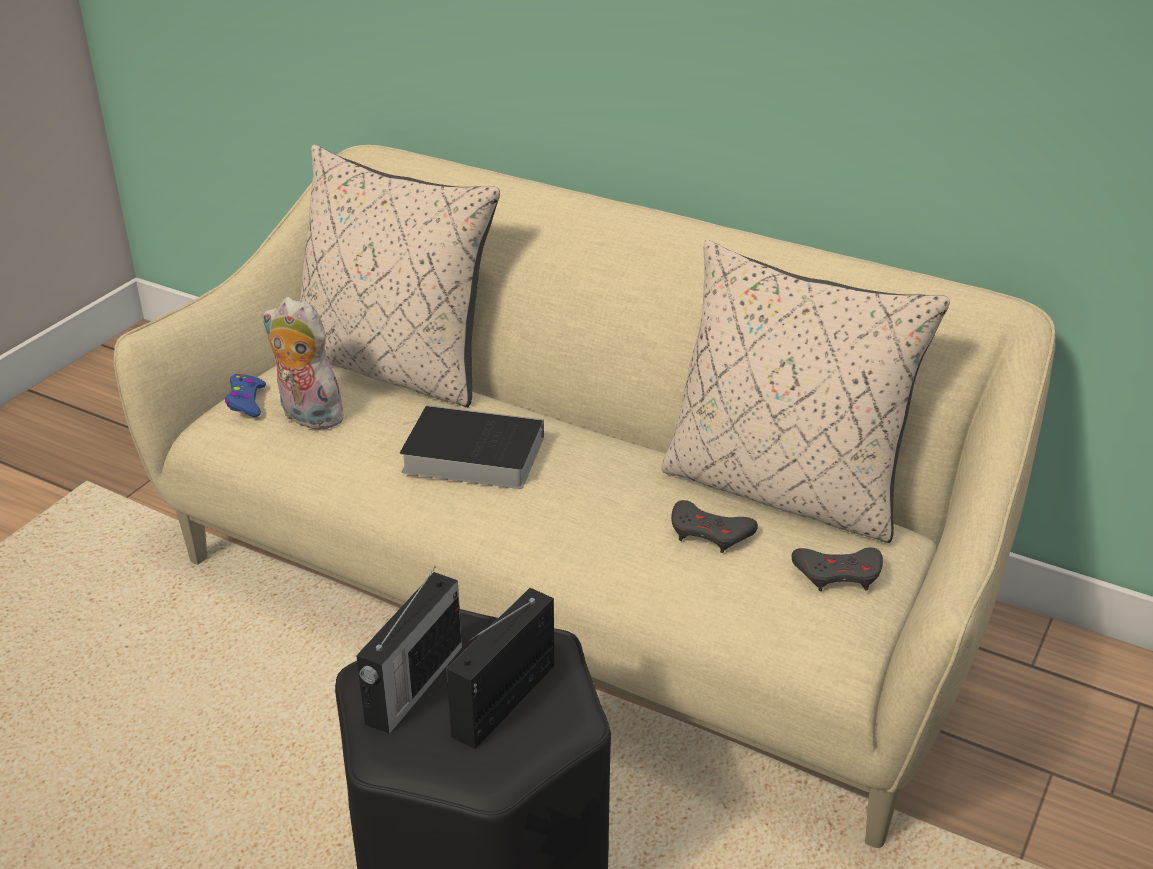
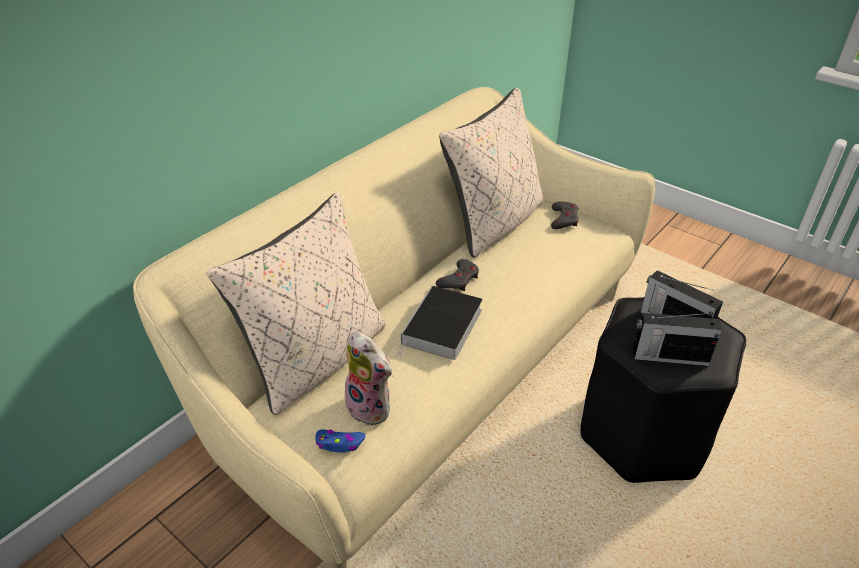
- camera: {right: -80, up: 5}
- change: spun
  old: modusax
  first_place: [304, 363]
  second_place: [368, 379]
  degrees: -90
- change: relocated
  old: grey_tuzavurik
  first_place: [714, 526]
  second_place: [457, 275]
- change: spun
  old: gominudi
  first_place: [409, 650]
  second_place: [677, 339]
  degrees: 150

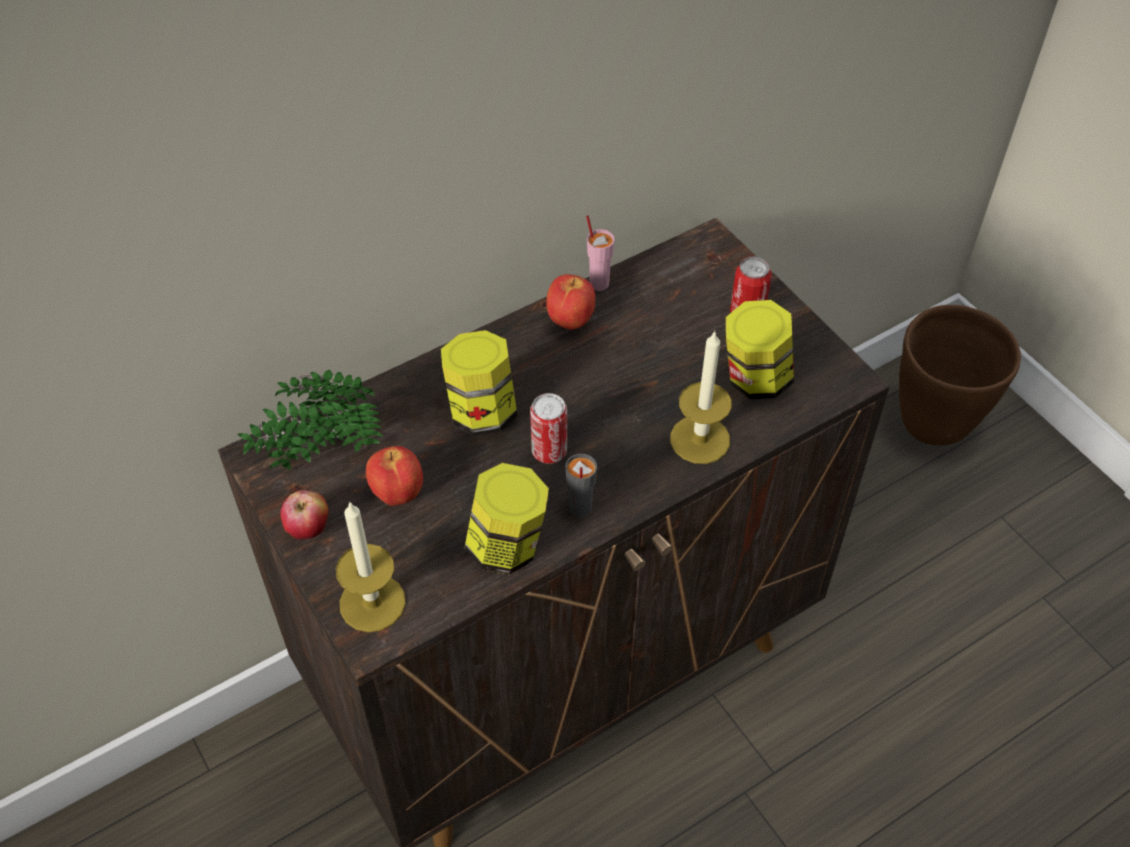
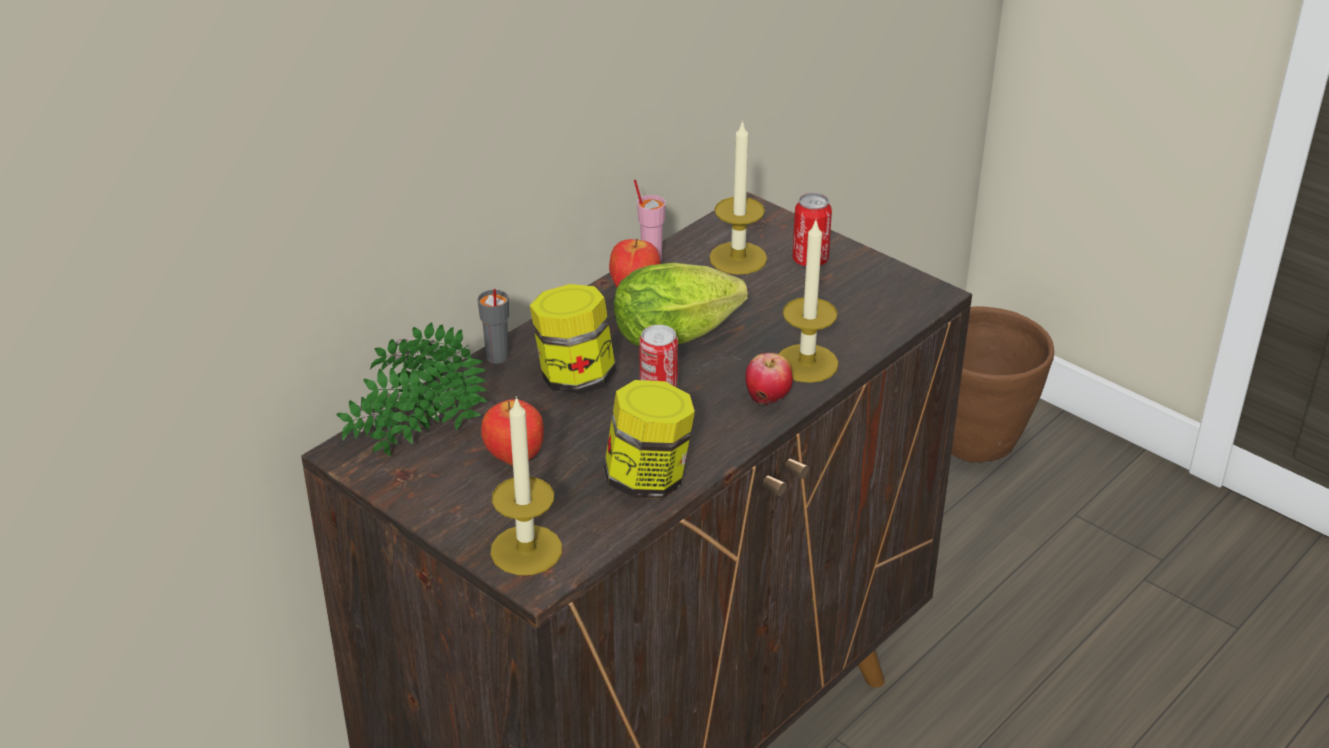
- camera: {right: -15, up: -15}
- change: relocated
  old: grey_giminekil
  first_place: [581, 485]
  second_place: [493, 326]
- change: appeared
  new: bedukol
  second_place: [681, 304]
- change: appeared
  new: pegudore
  second_place: [738, 197]
- change: relocated
  old: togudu
  first_place: [304, 515]
  second_place: [769, 379]
- change: missing
  old: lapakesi
  first_place: [760, 349]

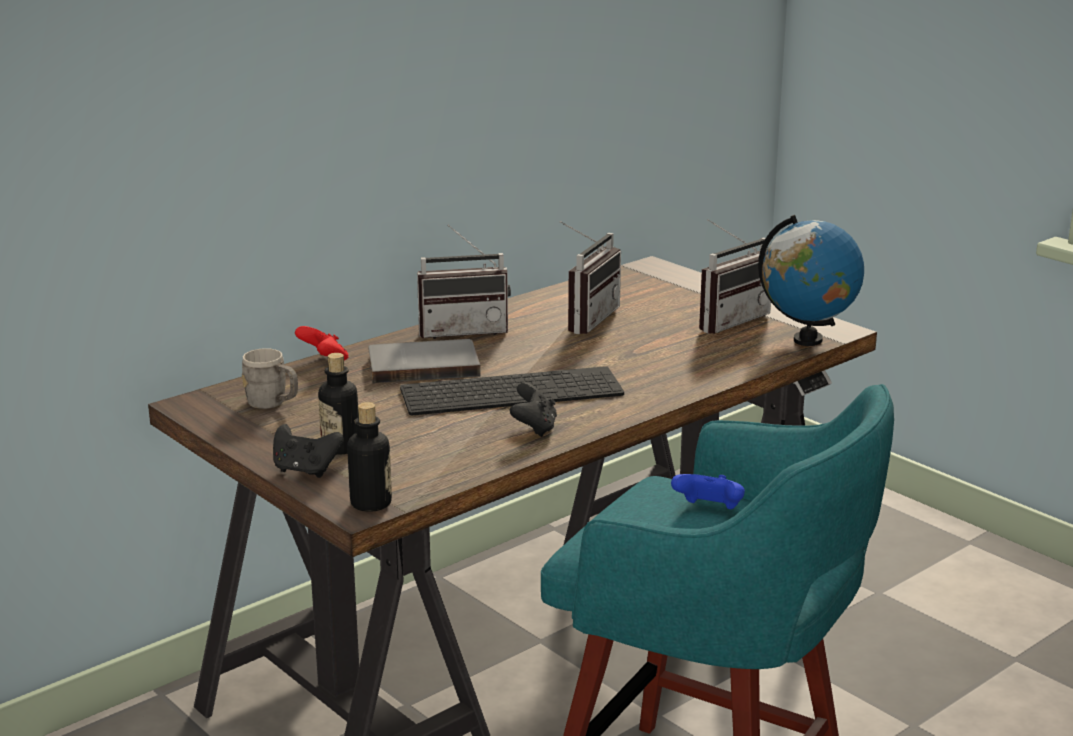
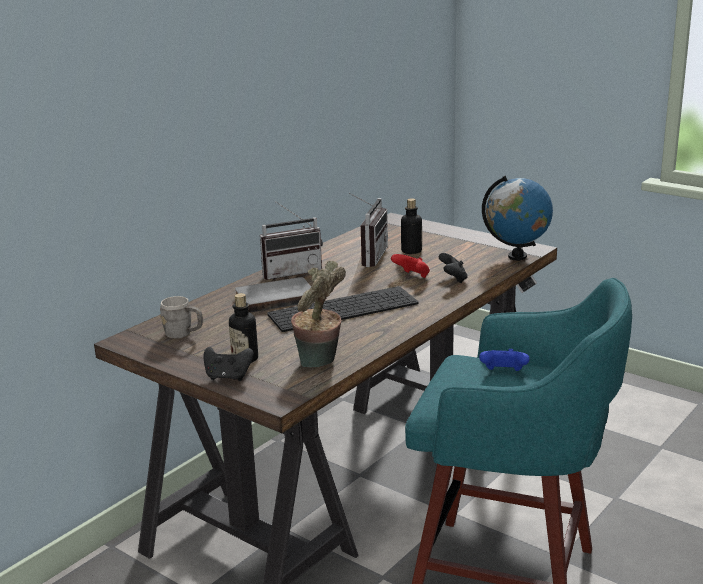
- camera: {right: -10, up: 0}
- change: appeared
  new: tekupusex
  second_place: [318, 314]
- change: relocated
  old: red_tuzavurik
  first_place: [322, 343]
  second_place: [410, 266]
- change: relocated
  old: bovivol
  first_place: [369, 457]
  second_place: [411, 226]
- change: relocated
  old: black_tuzavurik
  first_place: [533, 410]
  second_place: [453, 268]
- change: missing
  old: gominudi
  first_place: [735, 277]

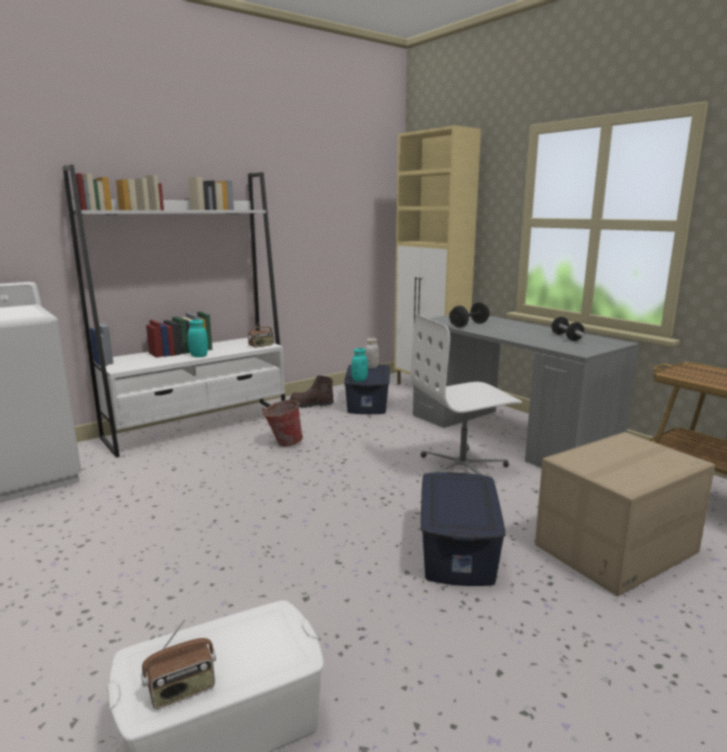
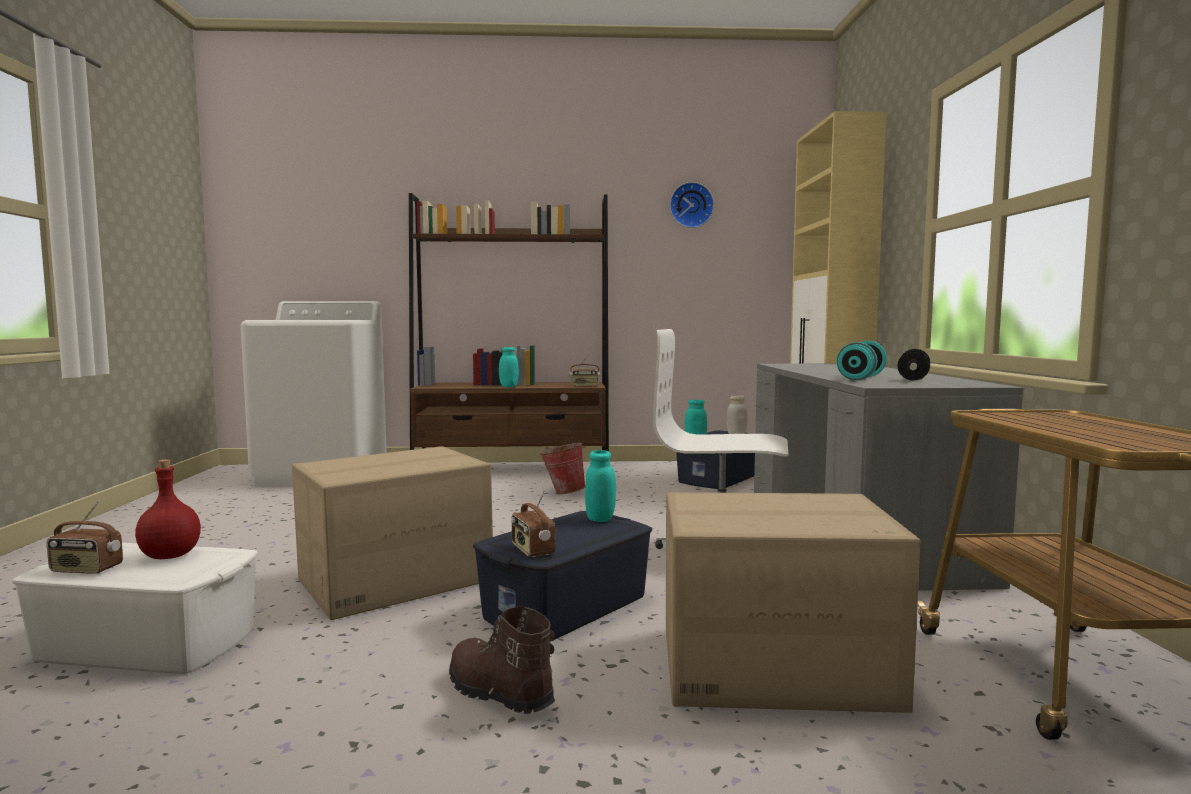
- camera: {right: 35, up: -10}
- change: appeared
  new: red_bovivol
  second_place: [168, 509]
- change: appeared
  new: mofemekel
  second_place: [392, 533]
- change: colour
  old: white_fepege
  new: brown_fepege
  first_place: [173, 311]
  second_place: [509, 322]
- change: relocated
  old: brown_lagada
  first_place: [311, 391]
  second_place: [502, 660]
- change: appeared
  new: gominudi
  second_place: [533, 523]
- change: appeared
  new: turquoise_lapakesi
  second_place: [600, 486]
- change: appeared
  new: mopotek
  second_place: [692, 205]
- change: appeared
  new: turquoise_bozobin
  second_place: [861, 361]
- change: missing
  old: black_bozobin
  first_place: [469, 315]

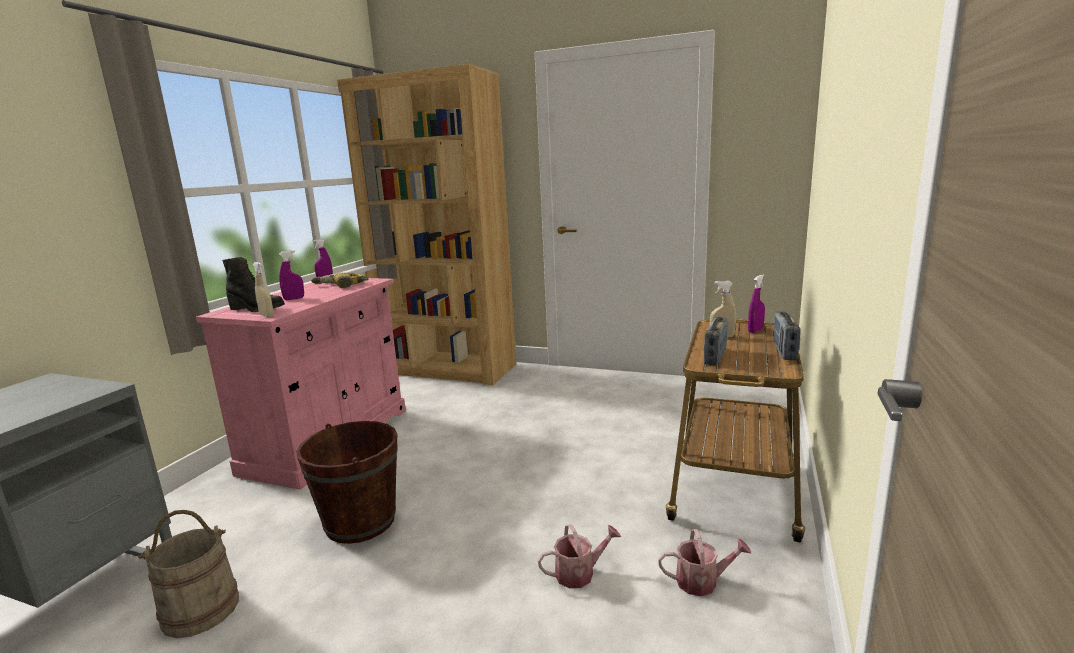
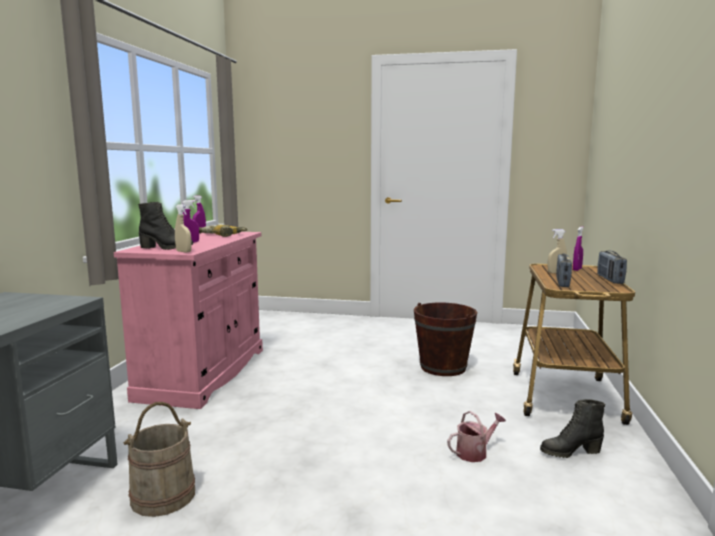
- camera: {right: -10, up: -5}
- change: relocated
  old: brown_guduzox
  first_place: [347, 482]
  second_place: [445, 339]
- change: exchanged
  old: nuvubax
  new: black_lagada
  first_place: [704, 562]
  second_place: [572, 428]
- change: missing
  old: brown_fepege
  first_place: [426, 224]

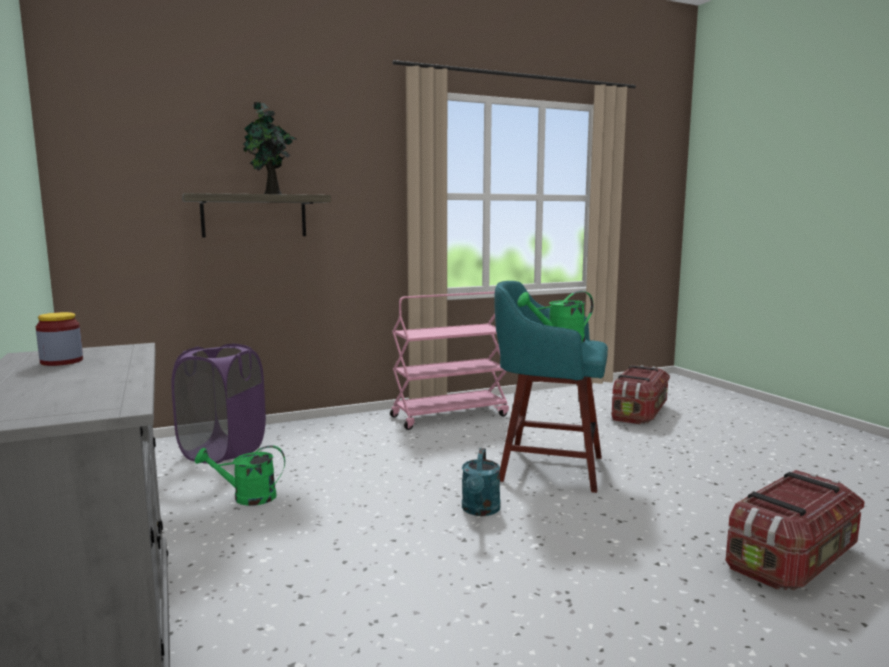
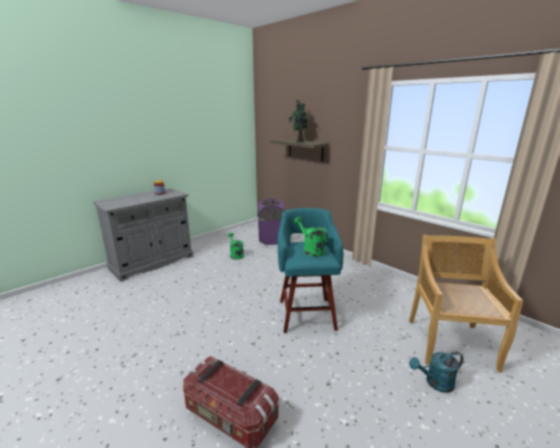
- camera: {right: 70, up: 10}
- change: exchanged
  old: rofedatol
  new: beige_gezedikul
  first_place: [641, 394]
  second_place: [466, 304]
- change: relocated
  old: turquoise_nuvubax
  first_place: [481, 482]
  second_place: [436, 372]
- change: missing
  old: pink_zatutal
  first_place: [449, 361]

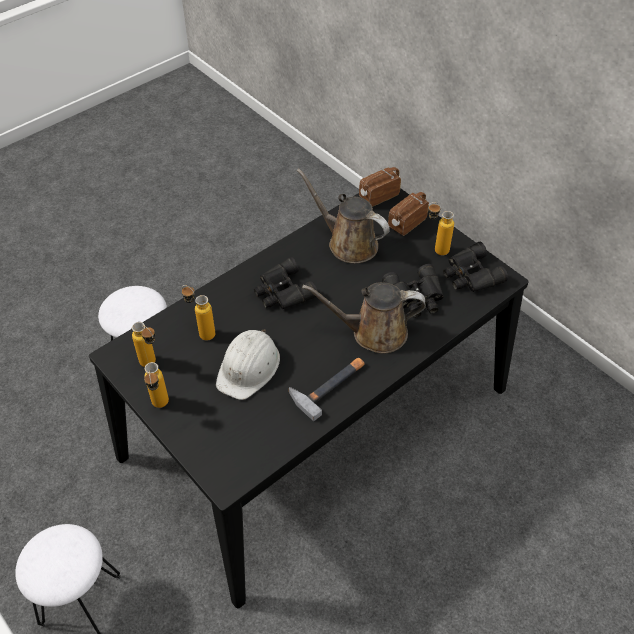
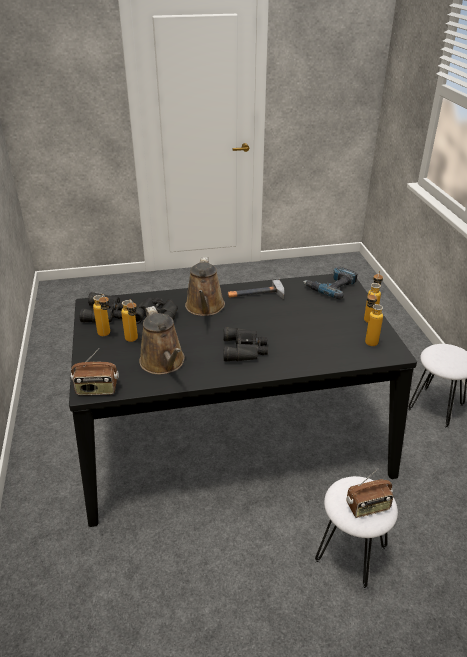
- camera: {right: -150, up: -15}
- change: relocated
  old: bovivol
  first_place: [198, 313]
  second_place: [129, 320]
- change: spun
  old: brown_nuvubax
  first_place: [364, 318]
  second_place: [205, 286]
  degrees: 60
- change: appeared
  new: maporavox
  second_place: [330, 283]
- change: relocated
  old: gominudi
  first_place: [408, 214]
  second_place: [370, 493]
- change: missing
  old: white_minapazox
  first_place: [248, 364]

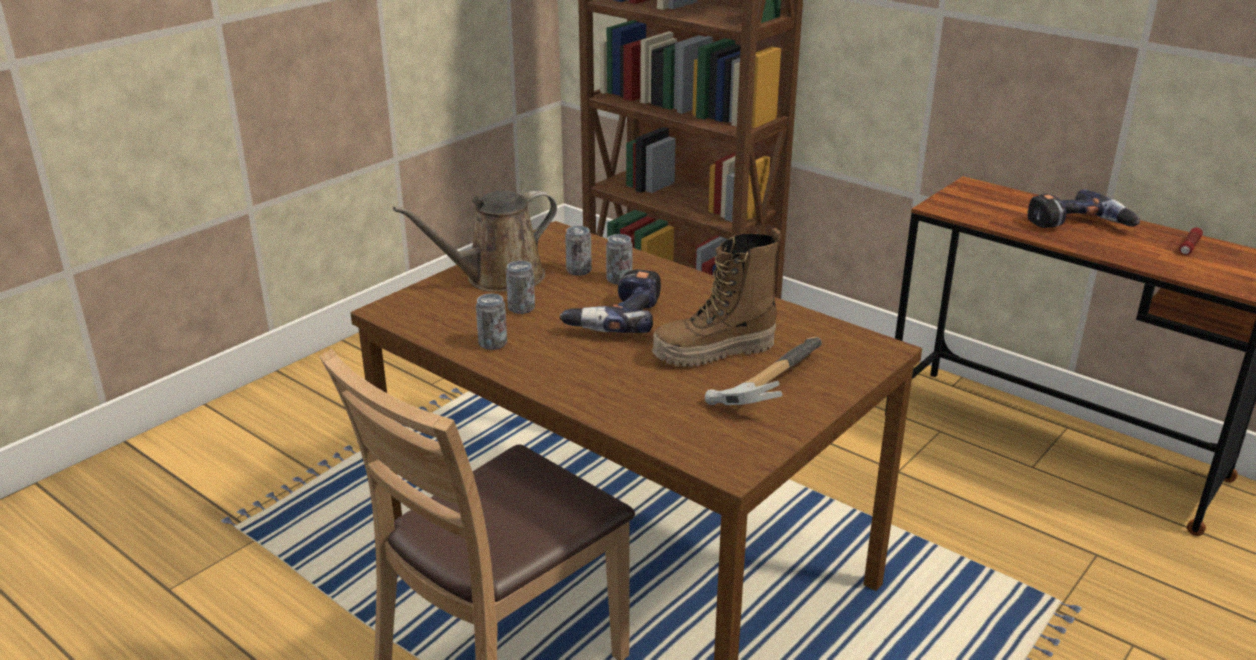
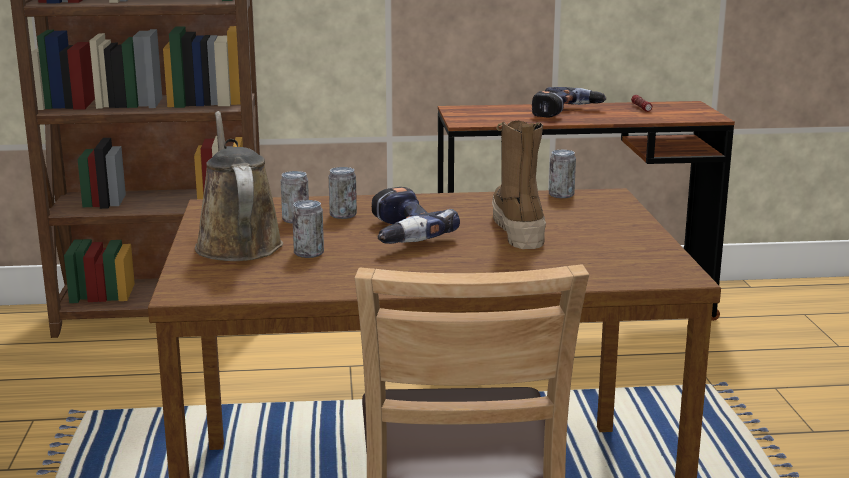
- camera: {right: -45, up: -10}
- change: spun
  old: brown_nuvubax
  first_place: [475, 241]
  second_place: [239, 186]
  degrees: 150
- change: spun
  old: lagada
  first_place: [717, 297]
  second_place: [519, 185]
  degrees: 150
- change: relocated
  old: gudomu
  first_place: [491, 322]
  second_place: [562, 174]
- change: missing
  old: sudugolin
  first_place: [763, 371]

